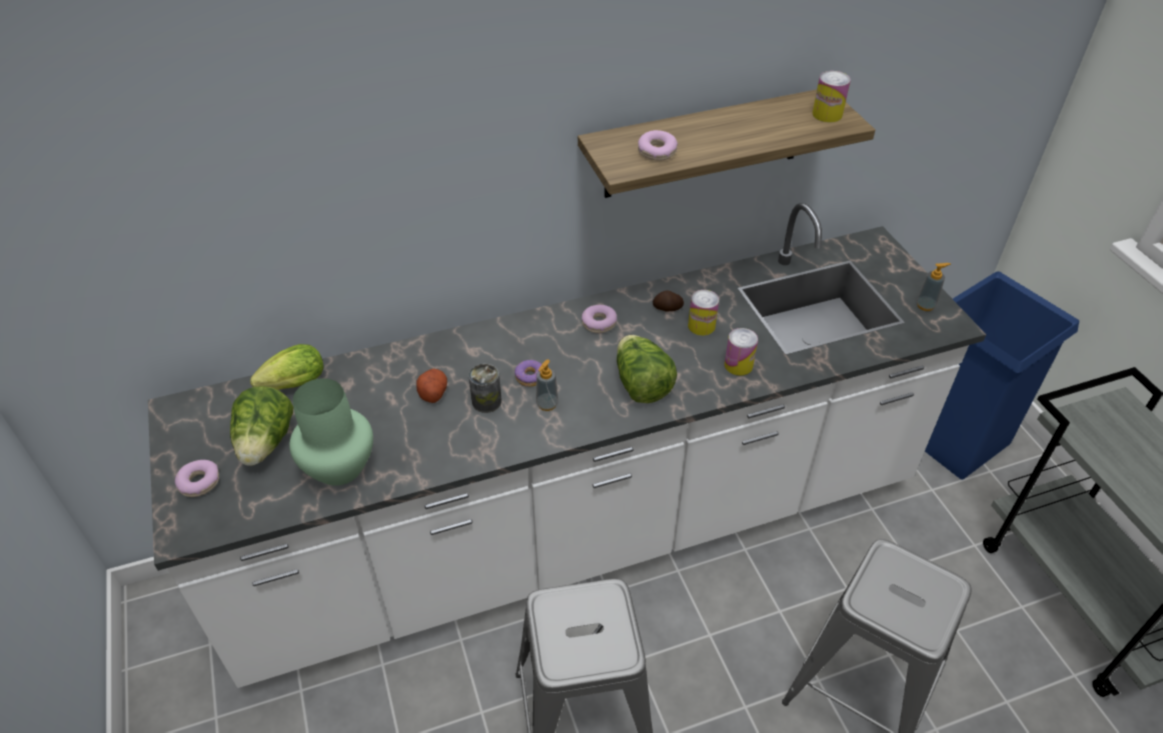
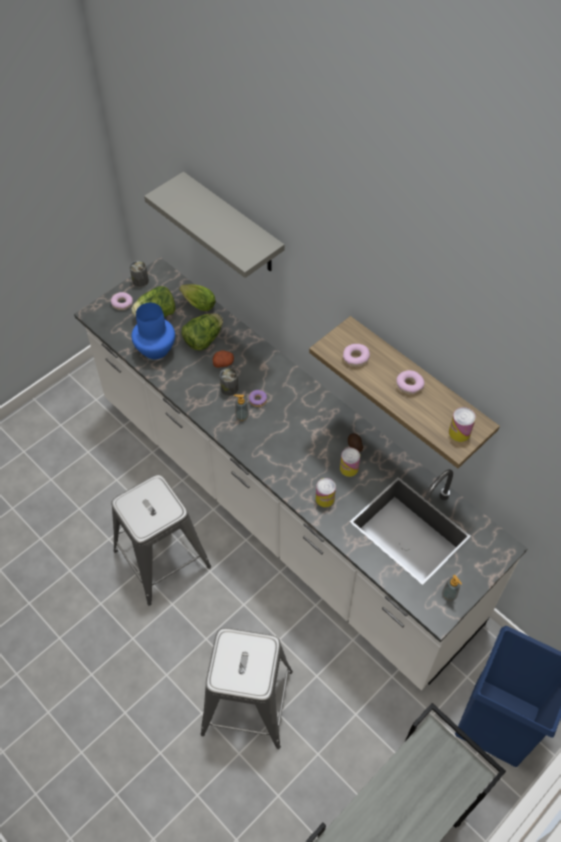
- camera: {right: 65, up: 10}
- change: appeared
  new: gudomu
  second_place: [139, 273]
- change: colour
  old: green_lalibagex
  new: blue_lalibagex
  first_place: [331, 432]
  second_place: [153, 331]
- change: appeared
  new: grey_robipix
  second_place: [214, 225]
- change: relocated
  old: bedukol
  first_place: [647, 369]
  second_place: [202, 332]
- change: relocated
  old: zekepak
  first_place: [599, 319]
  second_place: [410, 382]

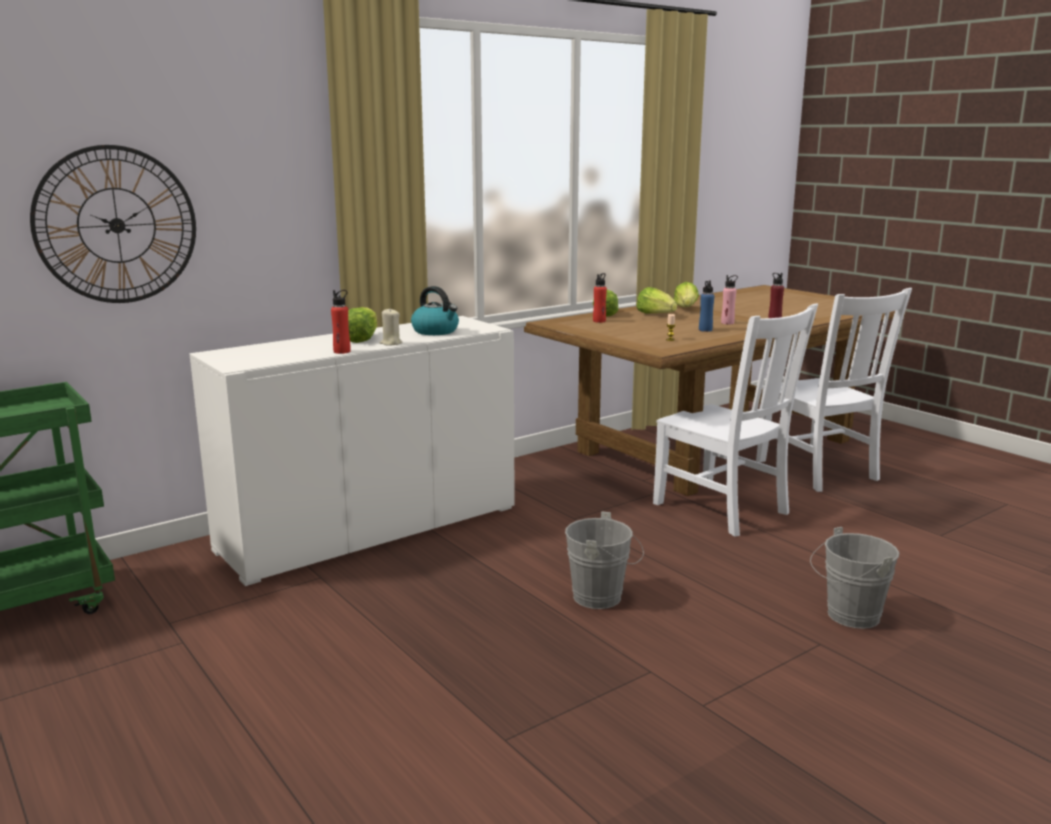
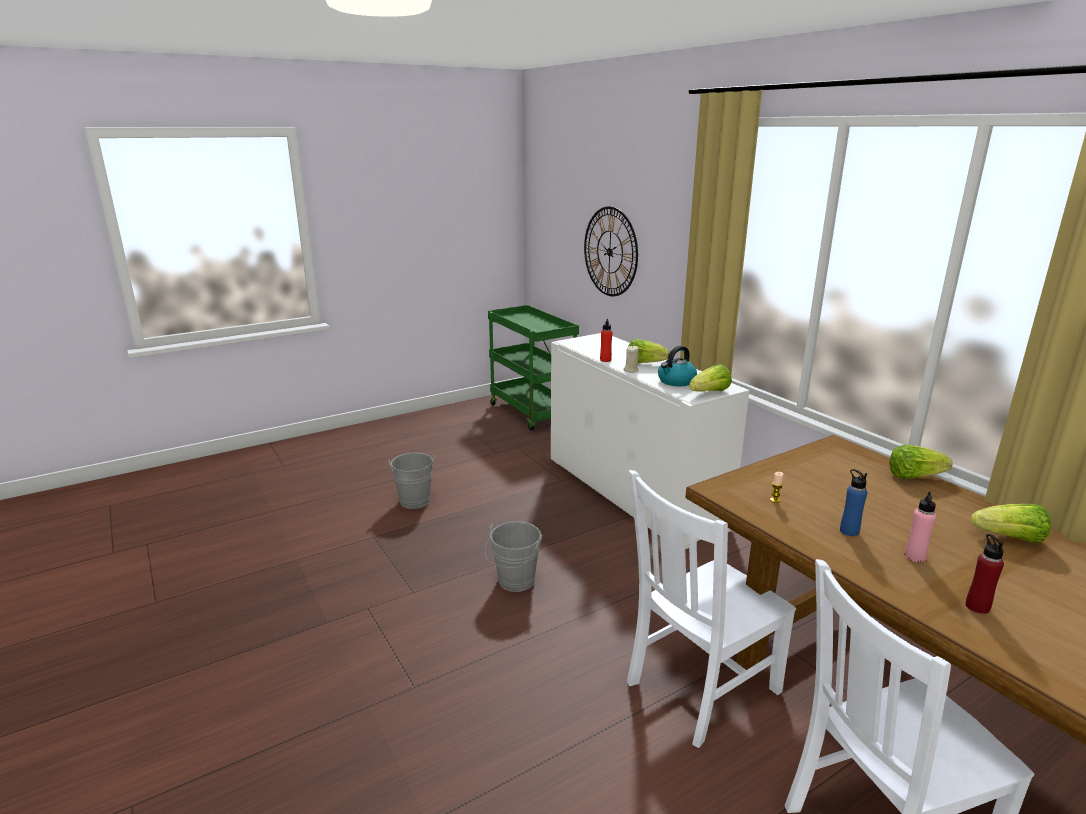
- camera: {right: 95, up: 5}
- change: relocated
  old: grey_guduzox
  first_place: [854, 578]
  second_place: [412, 480]
- change: relocated
  old: bedukol
  first_place: [657, 300]
  second_place: [710, 378]
- change: missing
  old: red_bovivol
  first_place: [600, 298]

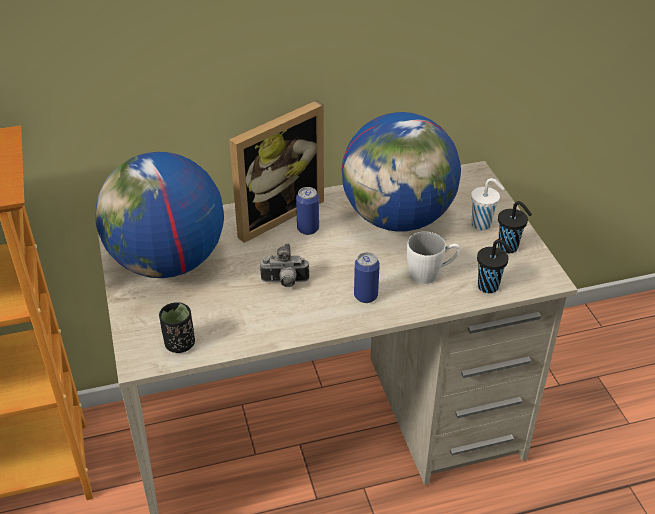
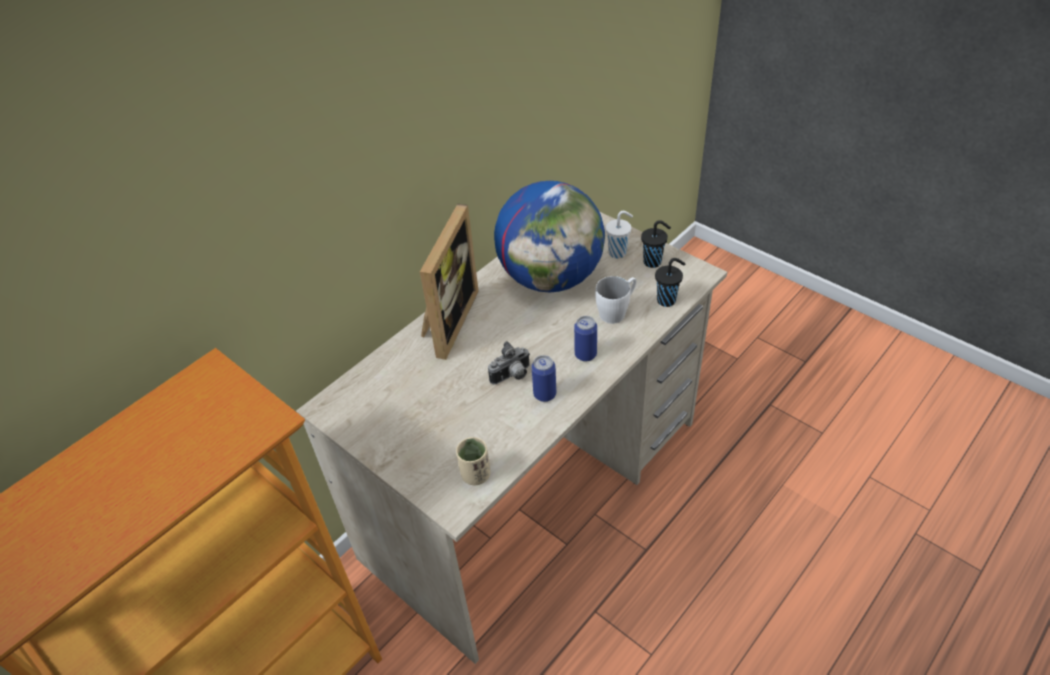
- camera: {right: -30, up: 5}
- change: colour
  old: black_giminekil
  new: beige_giminekil
  first_place: [177, 327]
  second_place: [473, 461]
- change: relocated
  old: gudomu
  first_place: [307, 211]
  second_place: [544, 378]
- change: missing
  old: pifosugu
  first_place: [160, 215]

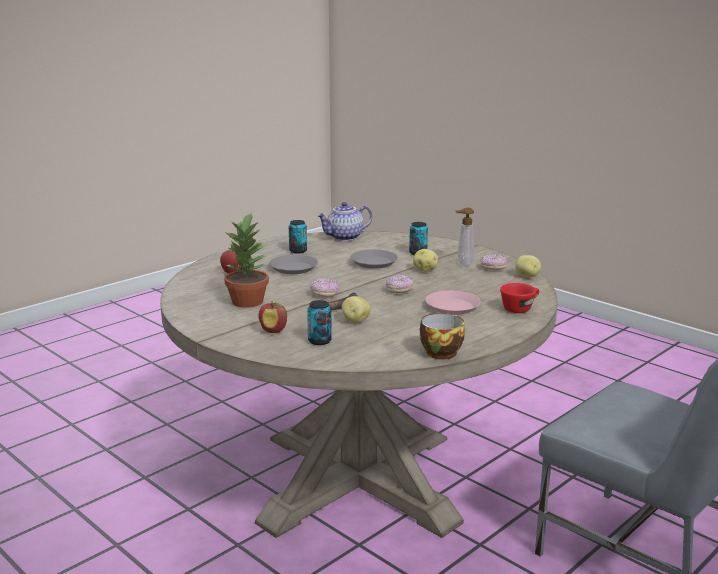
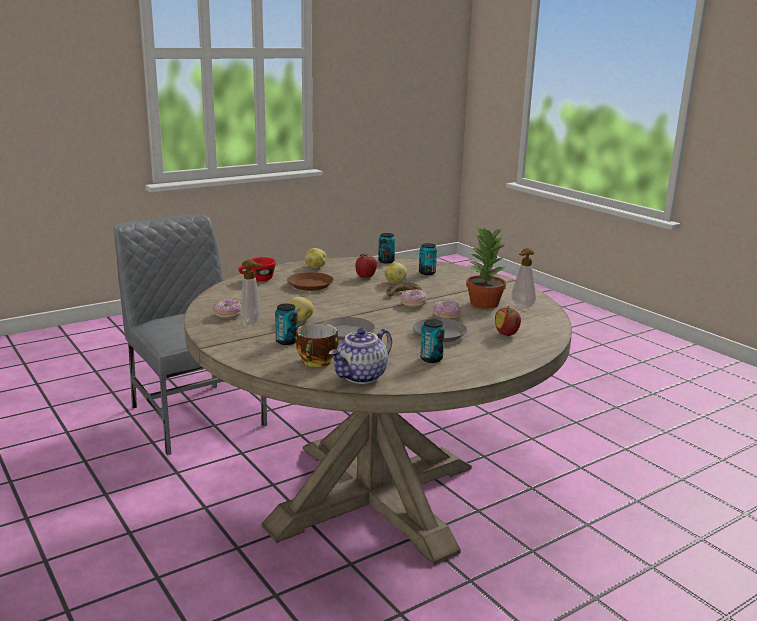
- camera: {right: -170, up: 0}
- change: colour
  old: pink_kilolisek
  new: brown_kilolisek
  first_place: [453, 302]
  second_place: [310, 281]
- change: relocated
  old: giminekil
  first_place: [442, 336]
  second_place: [317, 345]
- change: relocated
  old: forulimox
  first_place: [528, 266]
  second_place: [316, 258]
- change: spun
  old: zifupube
  first_place: [344, 221]
  second_place: [360, 356]
  degrees: 150
- change: relocated
  old: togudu
  first_place: [273, 317]
  second_place: [366, 266]
- change: appeared
  new: gudomu
  second_place: [386, 248]
- change: relocated
  old: zekepak
  first_place: [400, 283]
  second_place: [446, 309]
- change: appeared
  new: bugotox
  second_place: [523, 278]

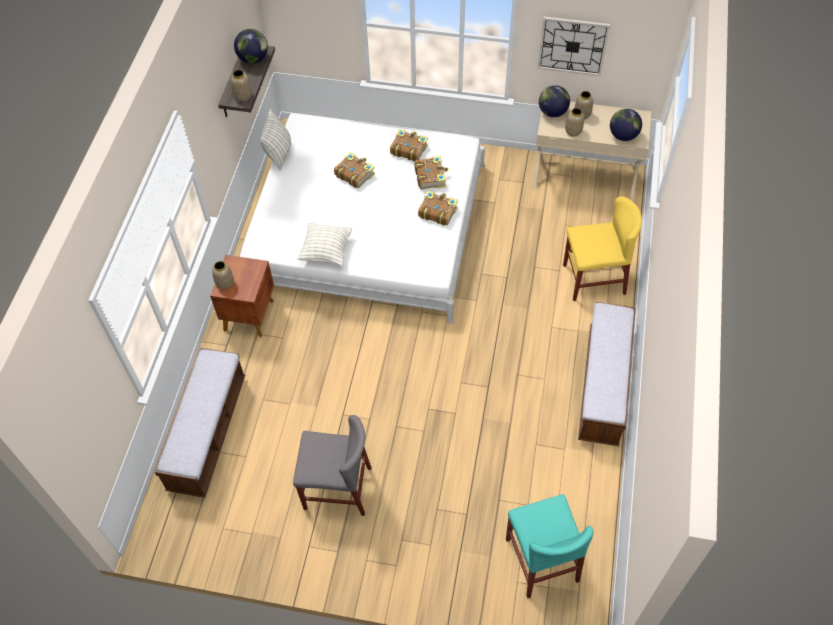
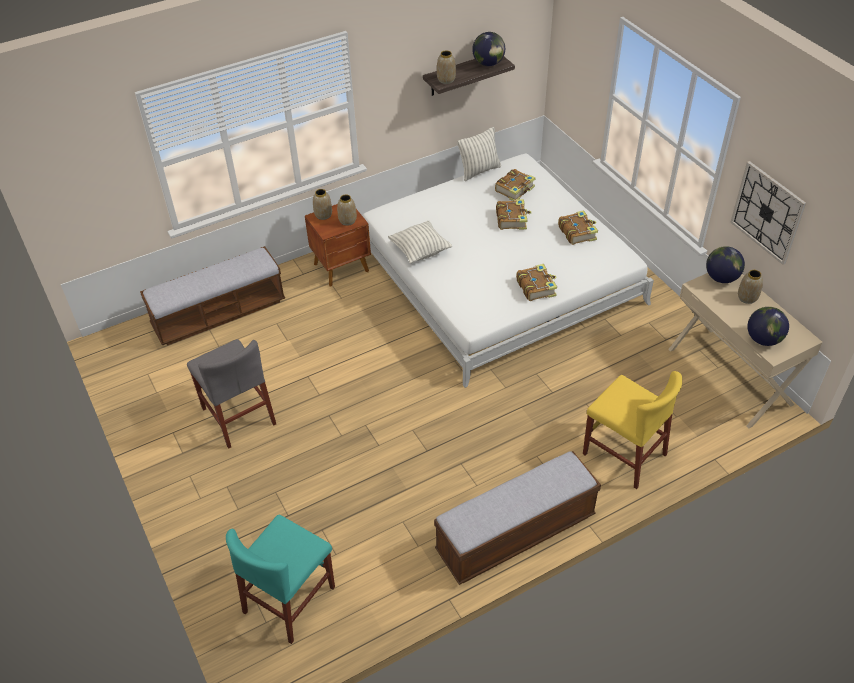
- camera: {right: 50, up: -10}
- change: relocated
  old: lalibagex
  first_place: [574, 122]
  second_place: [347, 210]
- change: relocated
  old: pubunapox
  first_place: [431, 173]
  second_place: [515, 185]

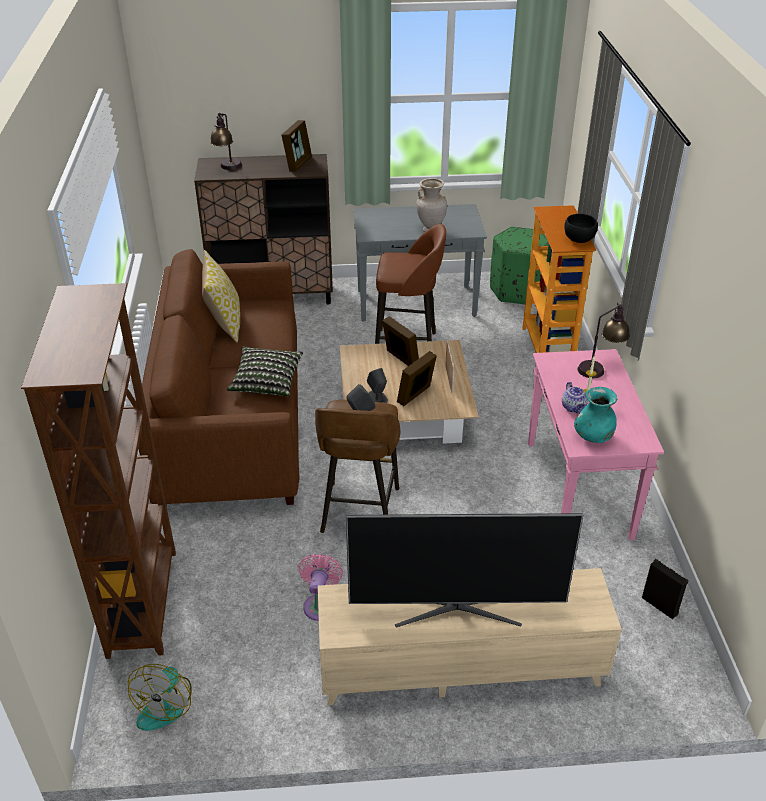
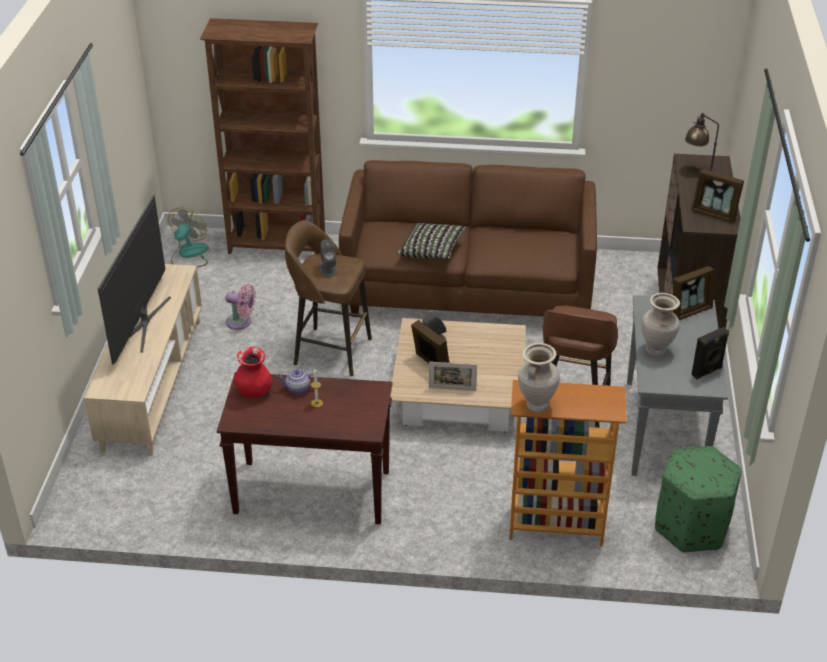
- camera: {right: 100, up: 0}
- change: spun
  old: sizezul
  first_place: [159, 697]
  second_place: [188, 237]
  degrees: 90
- change: colour
  old: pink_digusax
  new: brown_digusax
  first_place: [596, 445]
  second_place: [304, 448]
- change: colour
  old: turquoise_lalibagex
  new: red_lalibagex
  first_place: [595, 415]
  second_place: [253, 372]
- change: exchanged
  old: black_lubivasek
  new: beige_lalibagex
  first_place: [581, 228]
  second_place: [539, 377]
- change: relocated
  old: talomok
  first_place: [400, 341]
  second_place: [693, 293]
- change: relocated
  old: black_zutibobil
  first_place: [665, 589]
  second_place: [710, 353]
- change: missing
  old: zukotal
  first_place: [221, 296]
- change: missing
  old: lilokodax
  first_place: [604, 340]

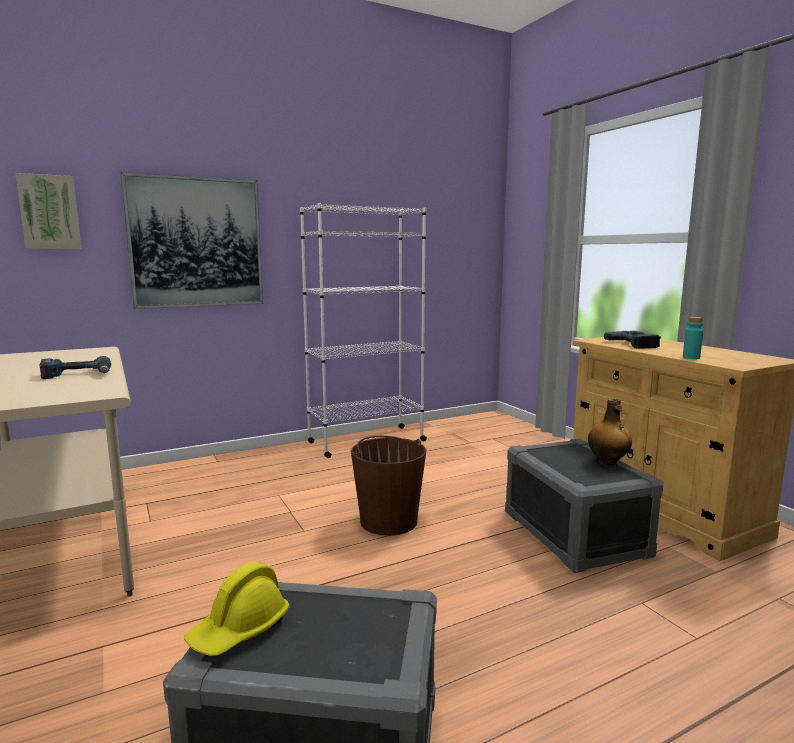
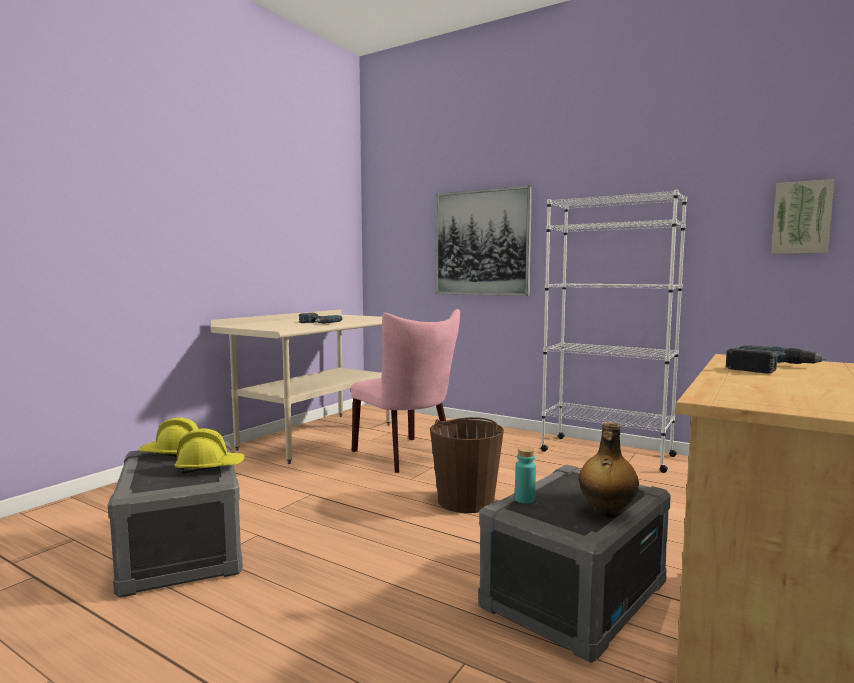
- camera: {right: 60, up: -5}
- change: appeared
  new: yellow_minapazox
  second_place: [209, 450]
- change: appeared
  new: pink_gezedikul
  second_place: [405, 391]
- change: relocated
  old: turquoise_bovivol
  first_place: [693, 338]
  second_place: [525, 475]
- change: relocated
  old: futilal
  first_place: [48, 211]
  second_place: [803, 216]

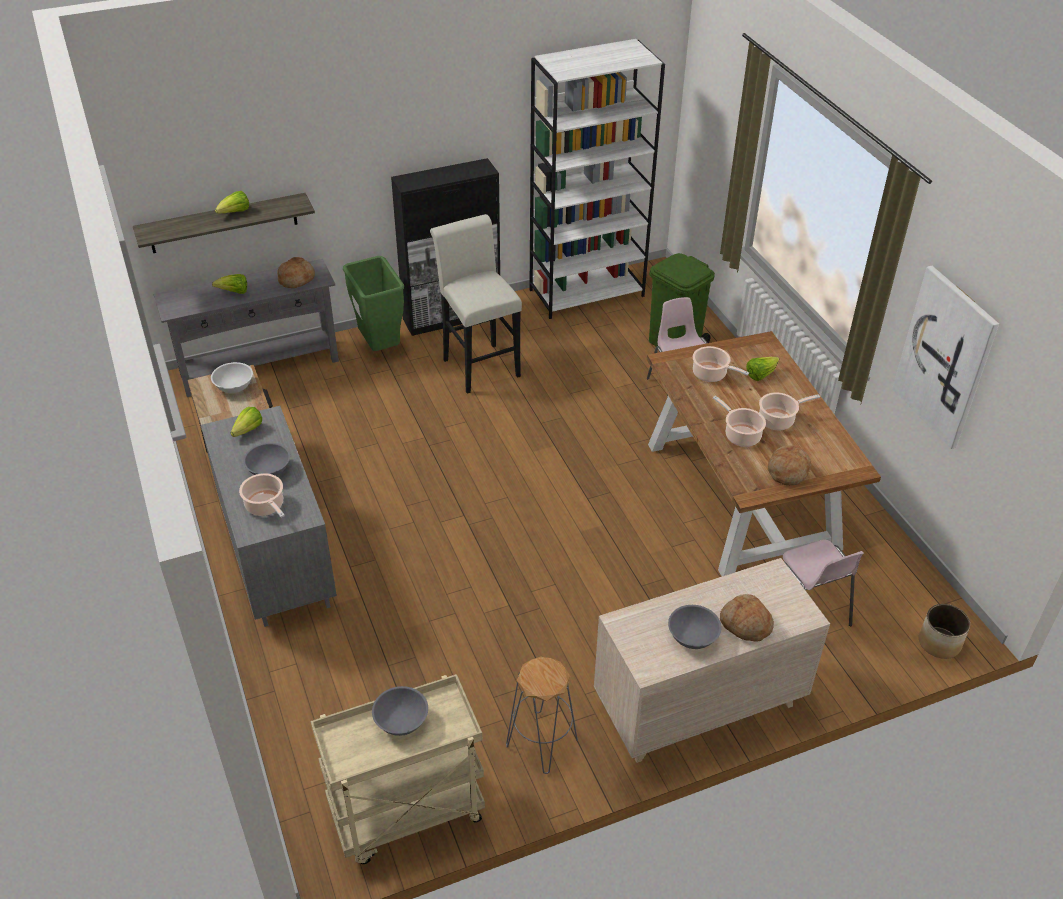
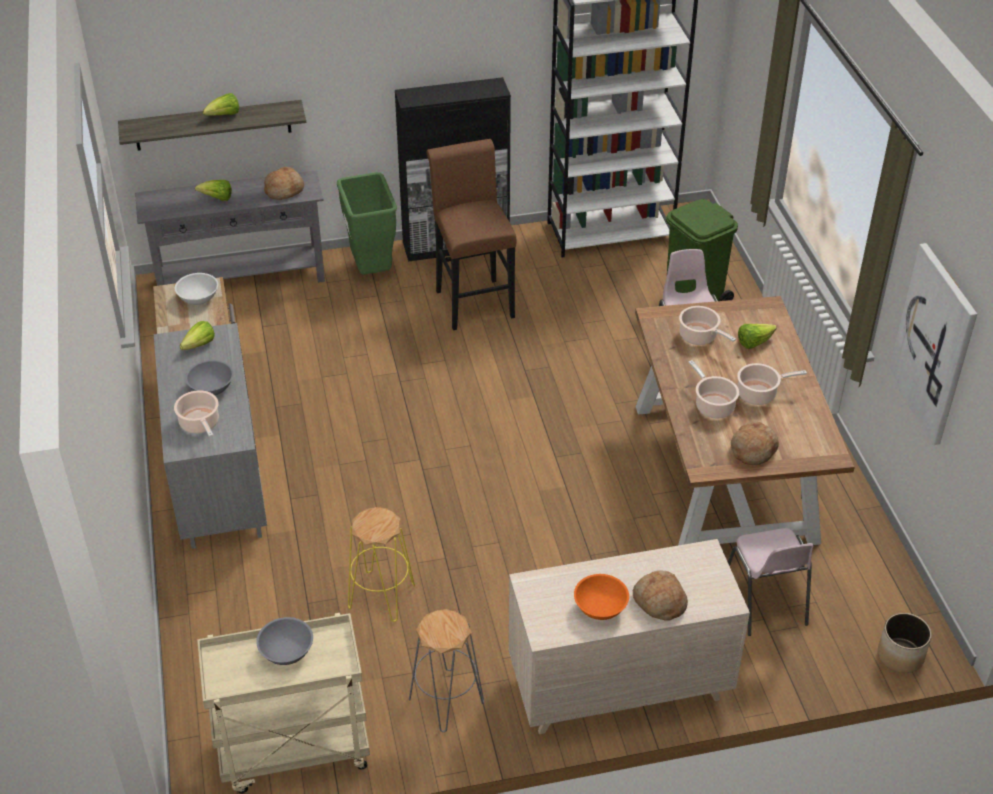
- camera: {right: 10, up: 0}
- change: appeared
  new: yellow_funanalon
  second_place: [381, 564]
- change: colour
  old: white_funanalon
  new: brown_funanalon
  first_place: [476, 304]
  second_place: [471, 234]
- change: colour
  old: grey_lubivasek
  new: orange_lubivasek
  first_place: [694, 627]
  second_place: [601, 597]

